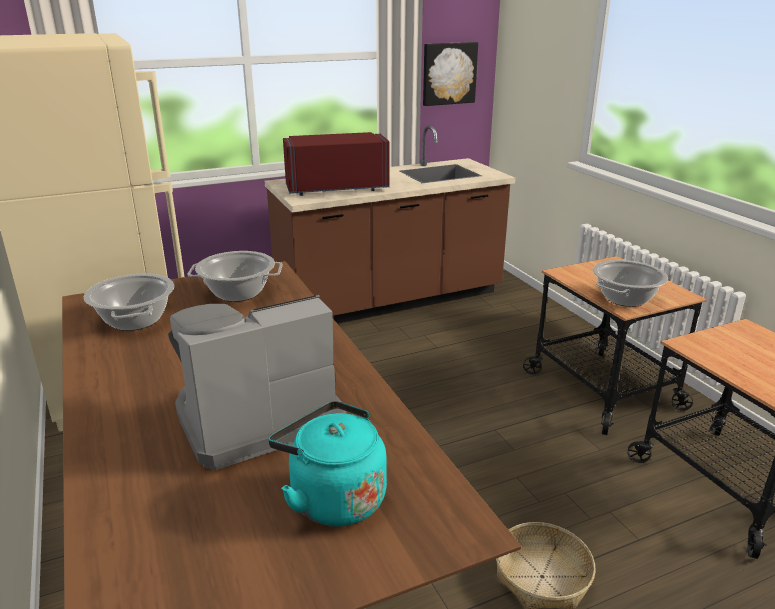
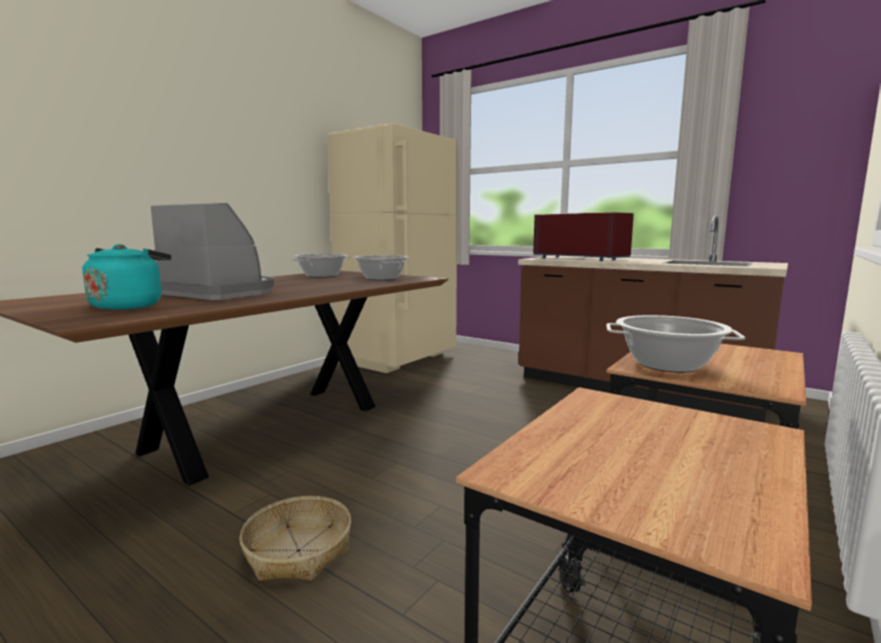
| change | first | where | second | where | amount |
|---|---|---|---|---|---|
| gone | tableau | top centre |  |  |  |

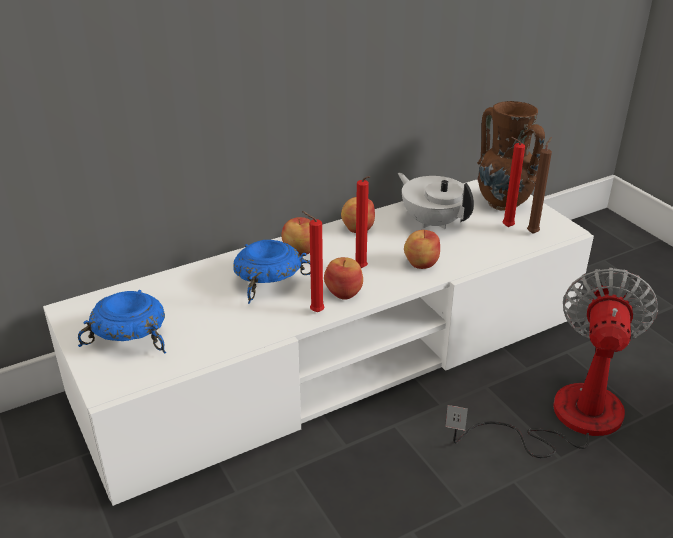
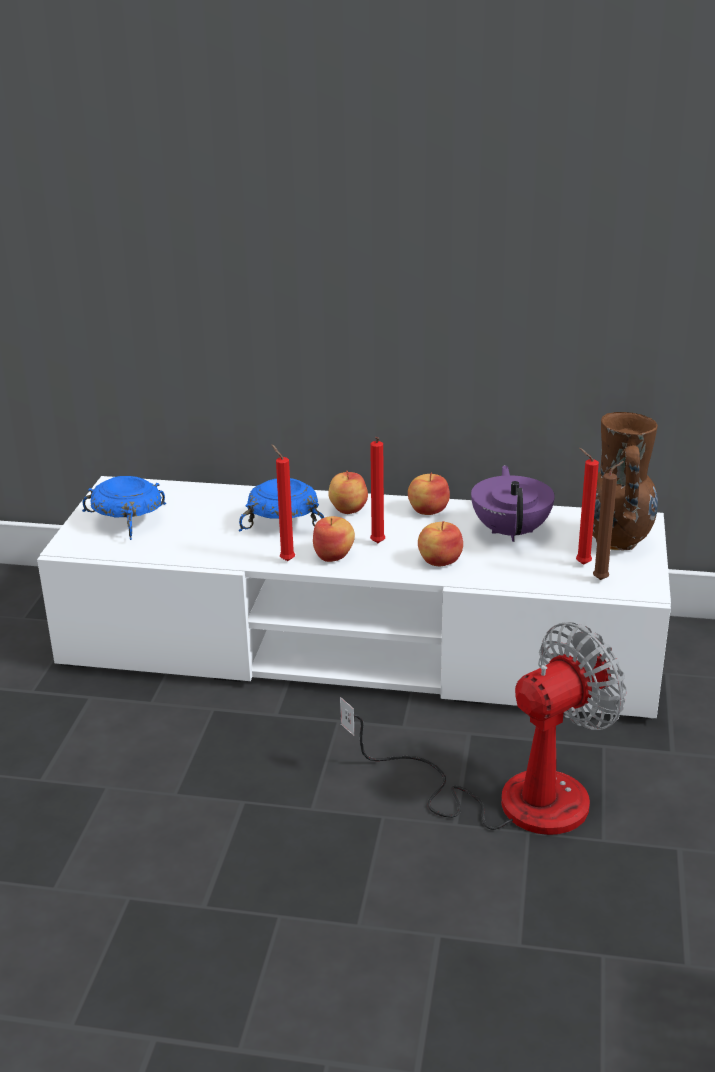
| change | first | where | second | where | amount |
|---|---|---|---|---|---|
| repainted | théière (blanc) | centre | théière (violet) | middle right |  |

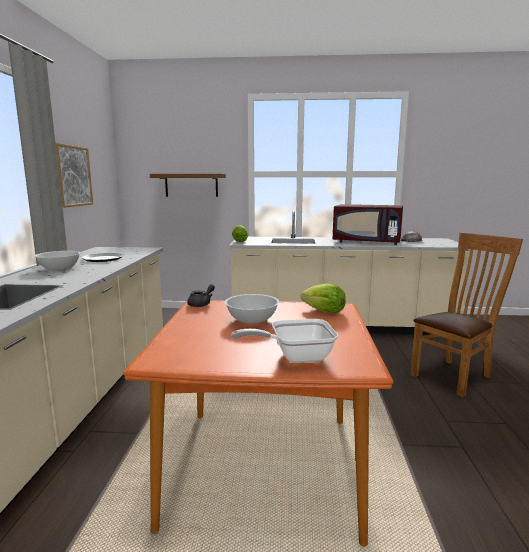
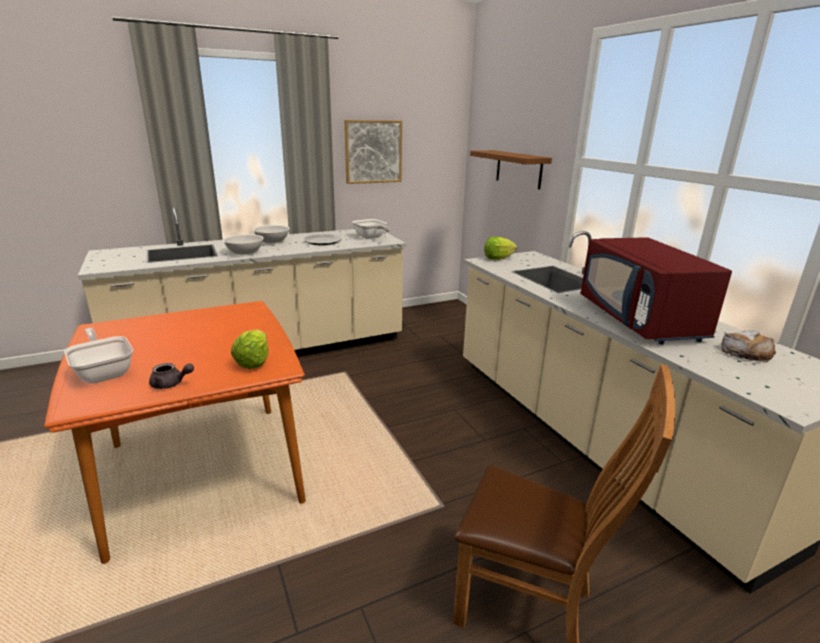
| change | first | where | second | where | amount |
|---|---|---|---|---|---|
| shifted | théière (gris) | centre |  | middle left |  |
| shifted | bol (blanc) (no. 2 from left in the first image) | centre | bol (blanc) (no. 1 from left) | middle left |  |
| new |  |  | poêle (no. 2 from left) | centre |  |

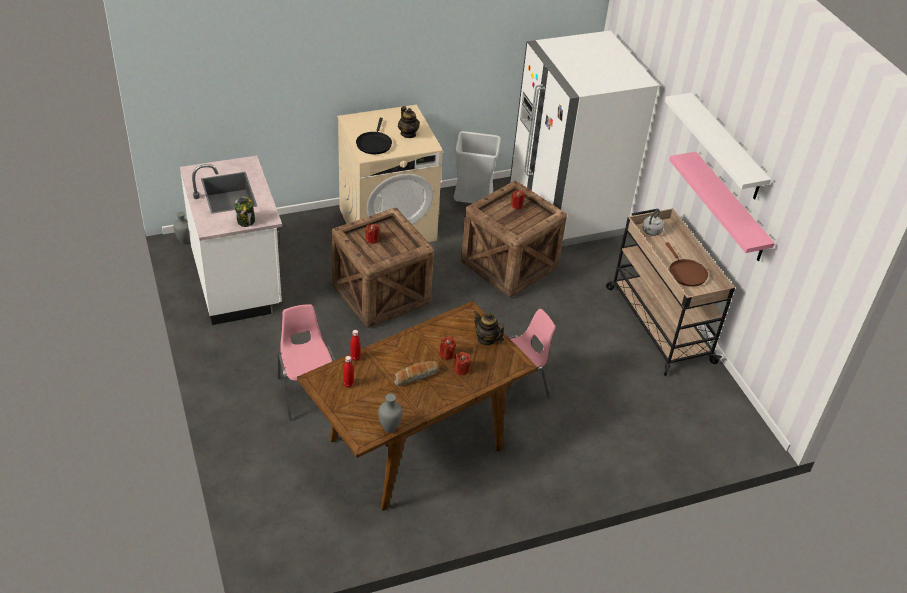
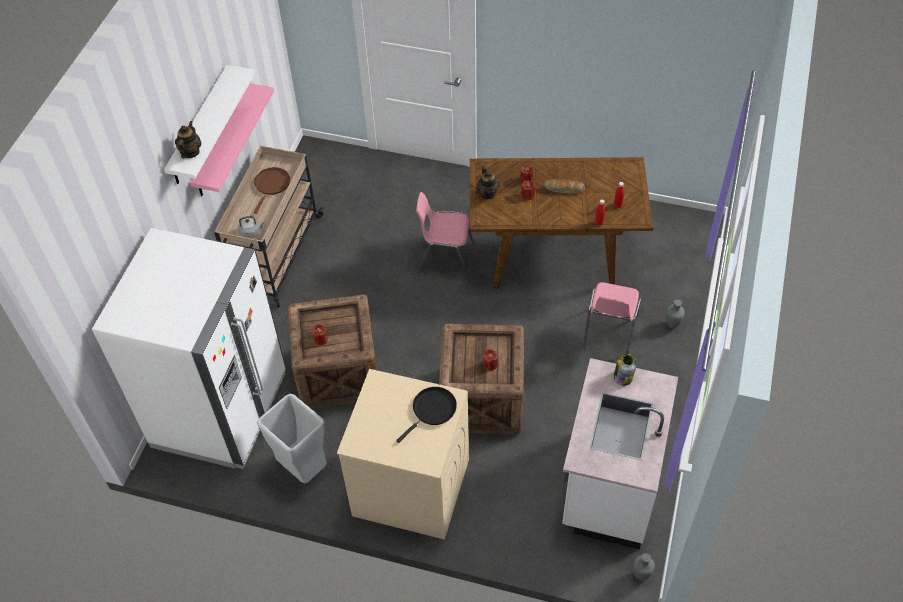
| change | first | where | second | where | amount |
|---|---|---|---|---|---|
| shifted | vase (gris) (no. 2 from left) | bottom centre |  | middle right |  |
| shifted | théière (no. 1 from left) | top centre |  | top left |  |

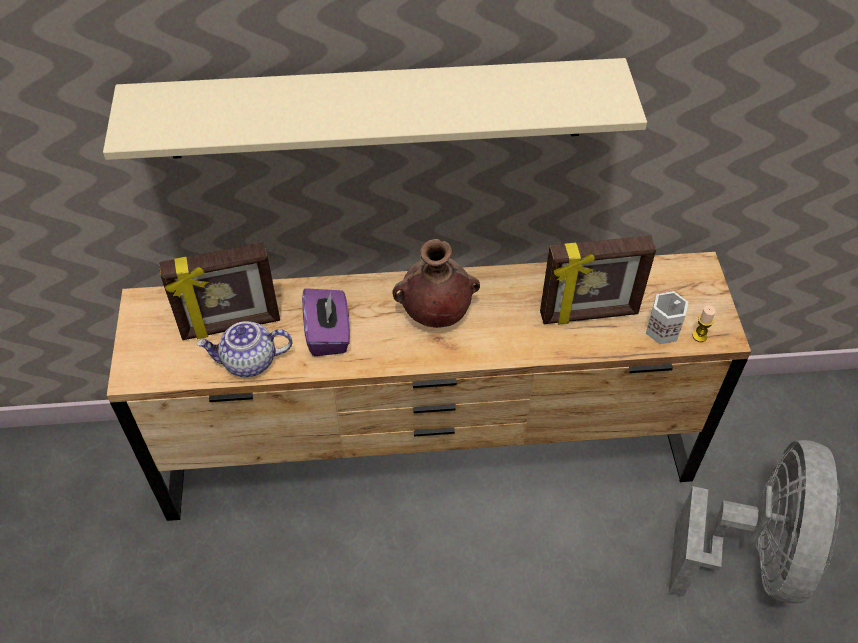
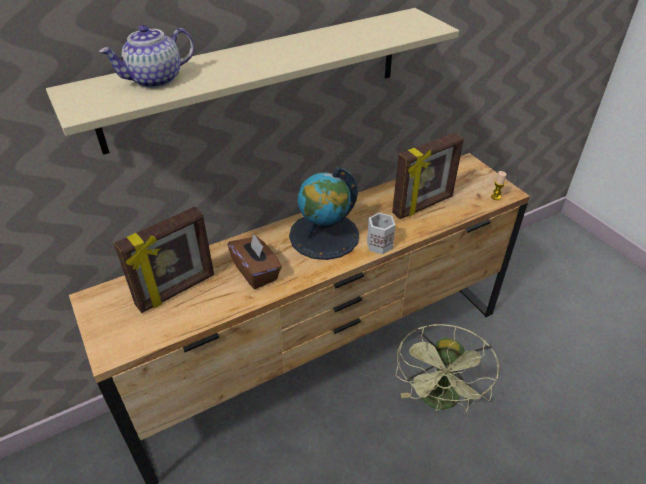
| change | first | where | second | where | amount |
|---|---|---|---|---|---|
| shifted | théière | middle left |  | top left |  |
| repainted | boîte à mouchoirs (violet) | centre | boîte à mouchoirs (marron) | centre |  |
| swapped | vase (marron) | centre | globe | centre |  |
| shifted | mug (blanc) | middle right |  | centre |  |
| gone | ventilateur (gris) | bottom right |  |  |  |
| new |  |  | ventilateur (vert) | bottom right |  |

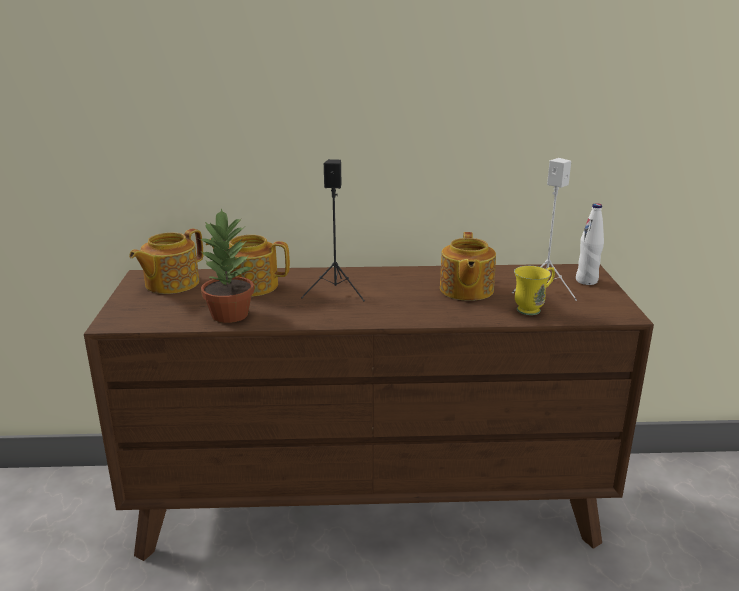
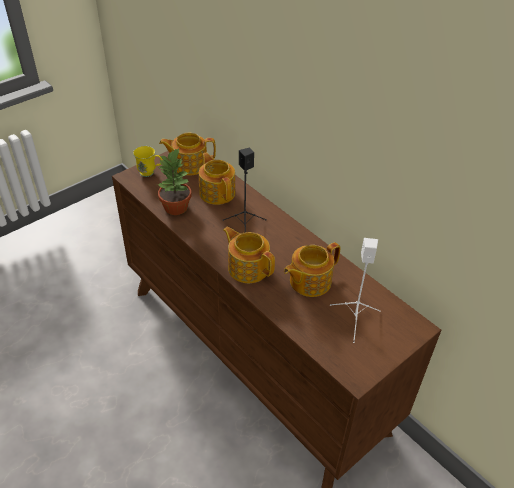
| change | first | where | second | where | amount |
|---|---|---|---|---|---|
| shifted | mug (jaune) | middle right |  | top left |  |
| gone | bouteille (blanc) | middle right |  |  |  |
| new |  |  | théière (no. 3 from left) | centre |  |

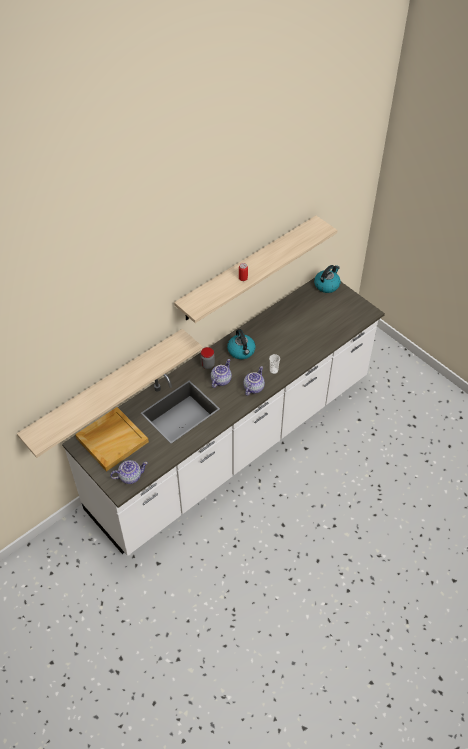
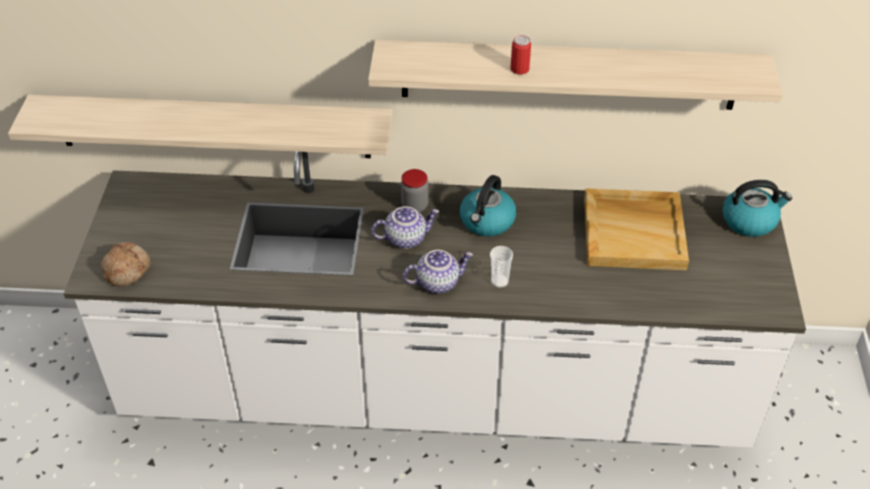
| change | first | where | second | where | amount |
|---|---|---|---|---|---|
| shifted | plateau (beige) | middle left |  | middle right |  |
| swapped | théière (no. 1 from left) | middle left | pain | middle left |  |

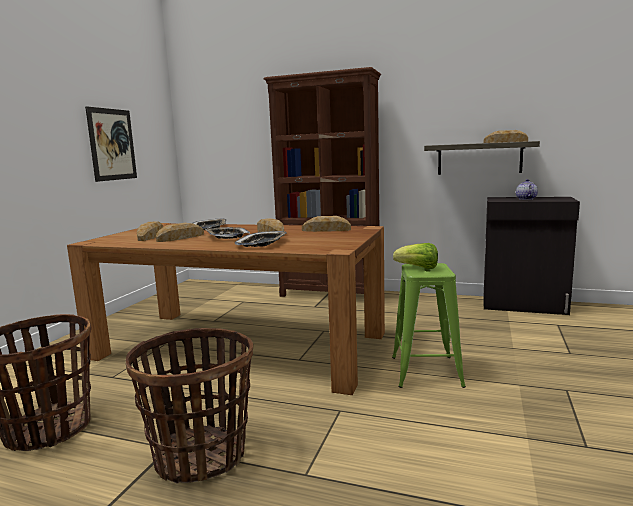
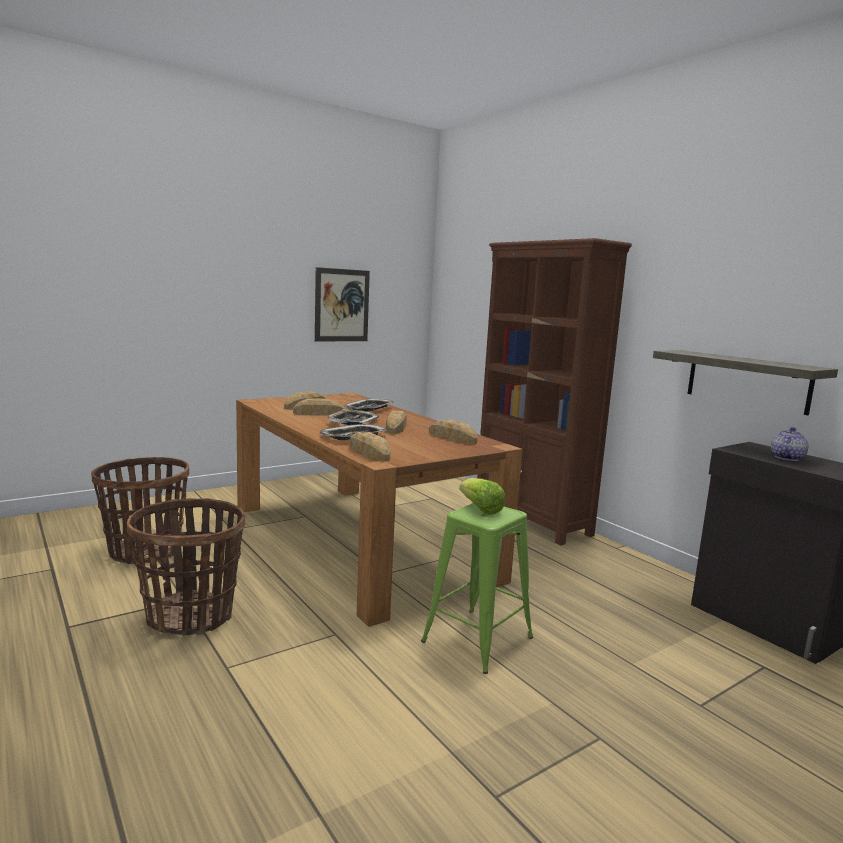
| change | first | where | second | where | amount |
|---|---|---|---|---|---|
| shifted | pain (no. 5 from left in the first image) | top right | pain (no. 3 from left) | centre |  |

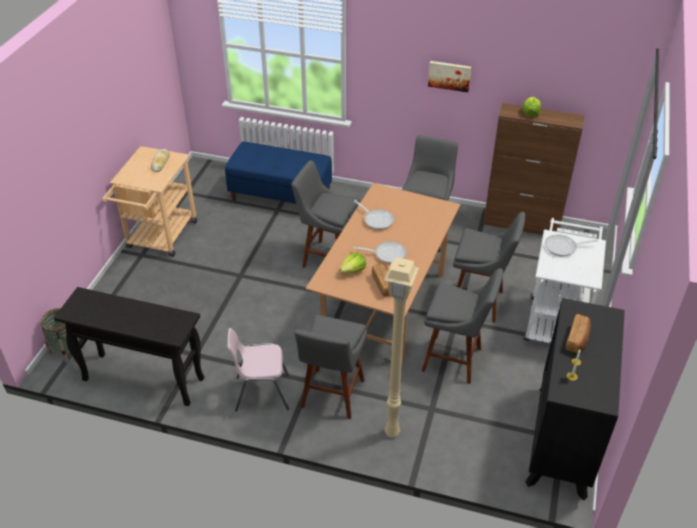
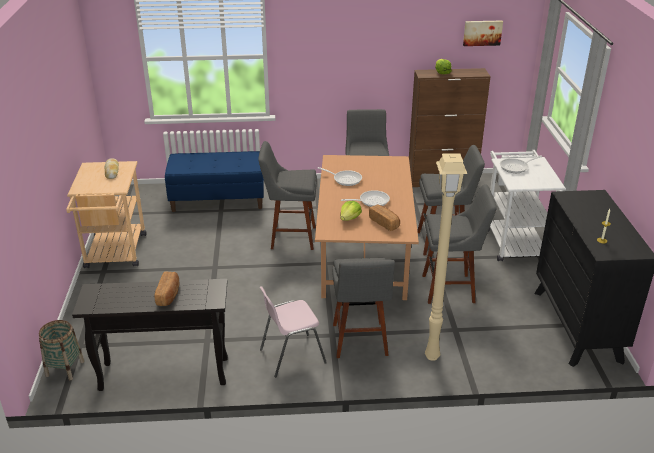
| change | first | where | second | where | amount |
|---|---|---|---|---|---|
| shifted | tableau | top centre |  | top right |  |
| shifted | pain (no. 3 from left in the first image) | middle right | pain (no. 2 from left) | middle left |  |

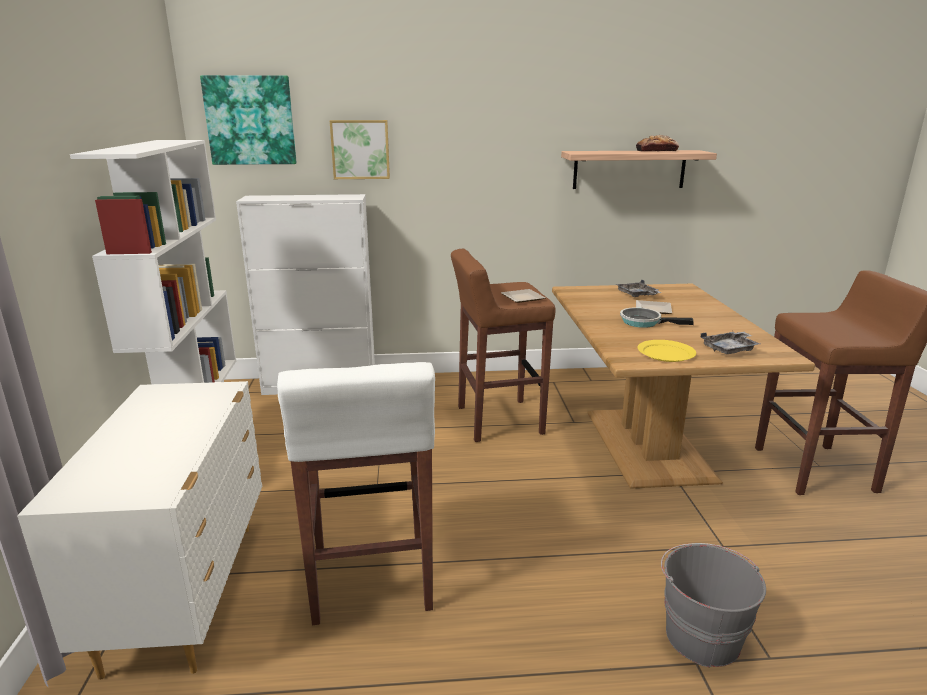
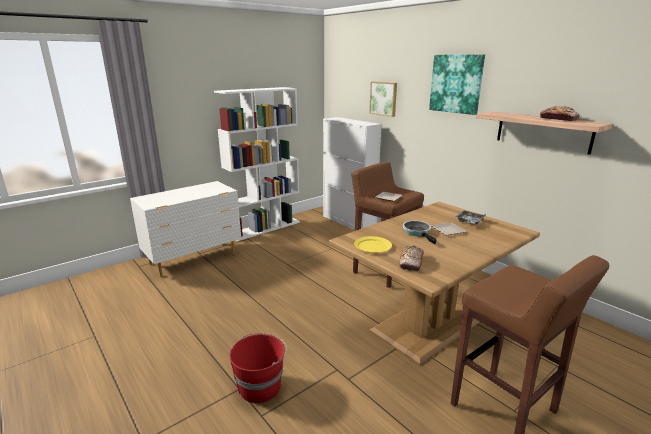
| change | first | where | second | where | amount |
|---|---|---|---|---|---|
| shifted | tableau (no. 1 from left in the first image) | top left | tableau (no. 2 from left) | top right |  |
| gone | tabouret (blanc) | bottom centre |  |  |  |
| repainted | seau (gris) | bottom right | seau (rouge) | bottom centre |  |
| swapped | plateau (gris) (no. 2 from left) | middle right | pain (no. 1 from left) | centre |  |

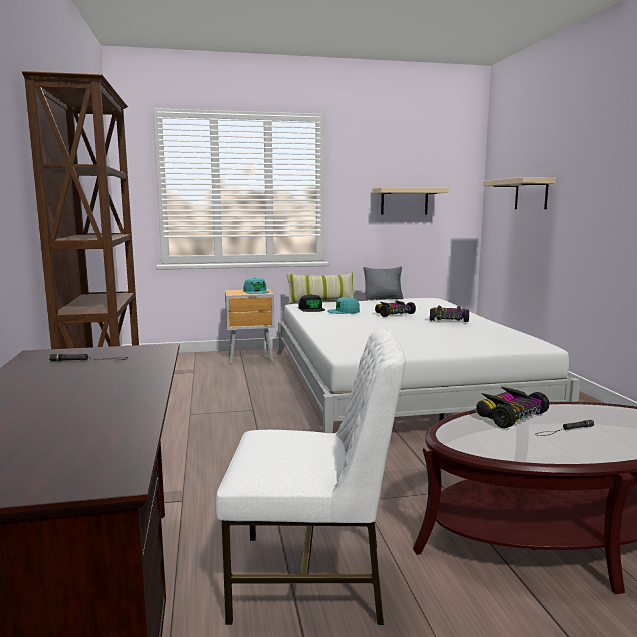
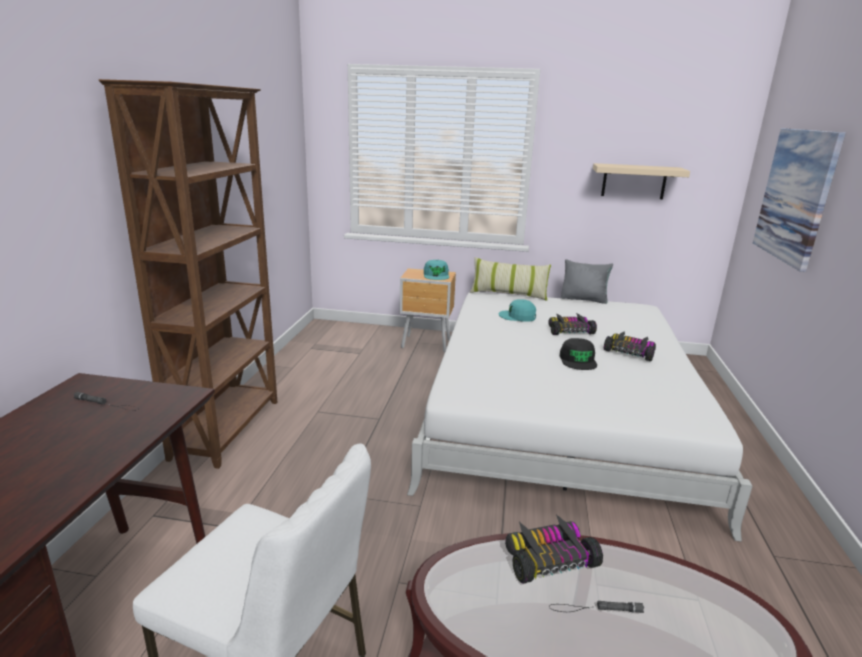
| change | first | where | second | where | amount |
|---|---|---|---|---|---|
| shifted | casquette (noir) | centre |  | middle right |  |
| swapped | étagère (beige) (no. 2 from left) | top right | tableau | top right |  |

